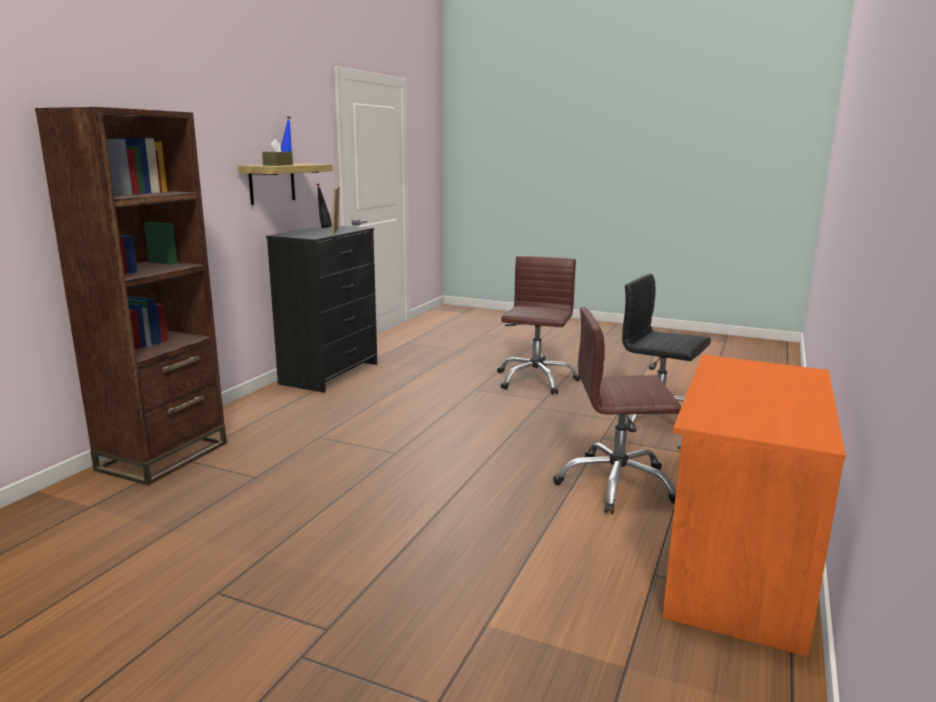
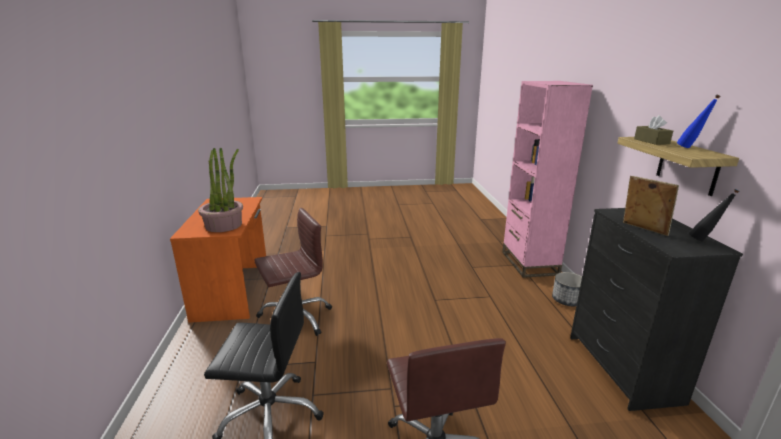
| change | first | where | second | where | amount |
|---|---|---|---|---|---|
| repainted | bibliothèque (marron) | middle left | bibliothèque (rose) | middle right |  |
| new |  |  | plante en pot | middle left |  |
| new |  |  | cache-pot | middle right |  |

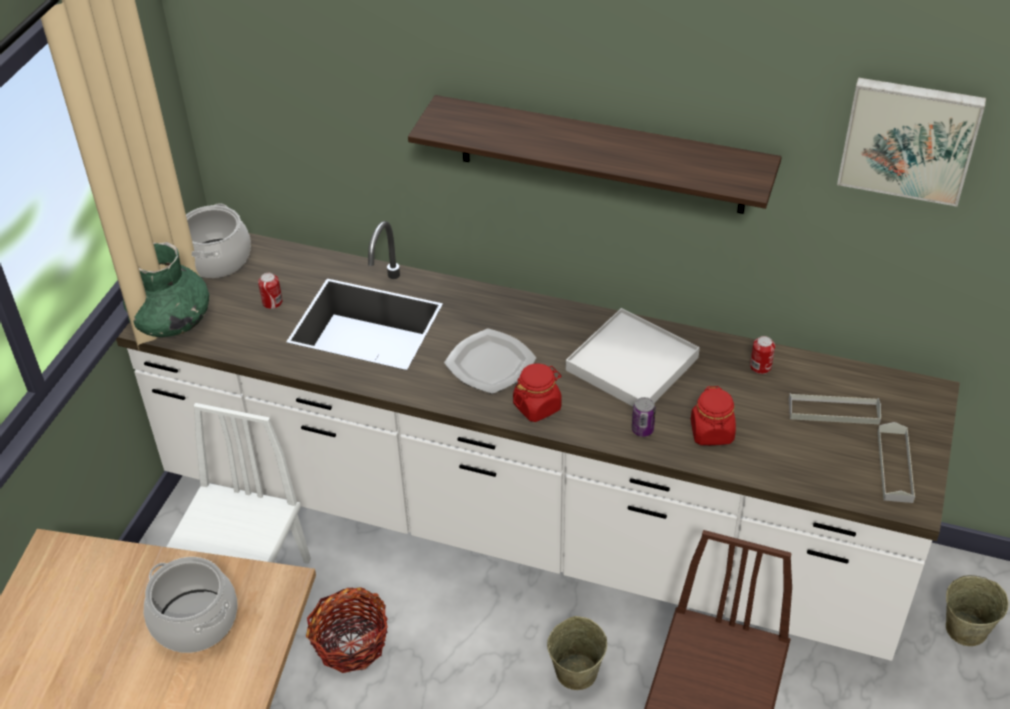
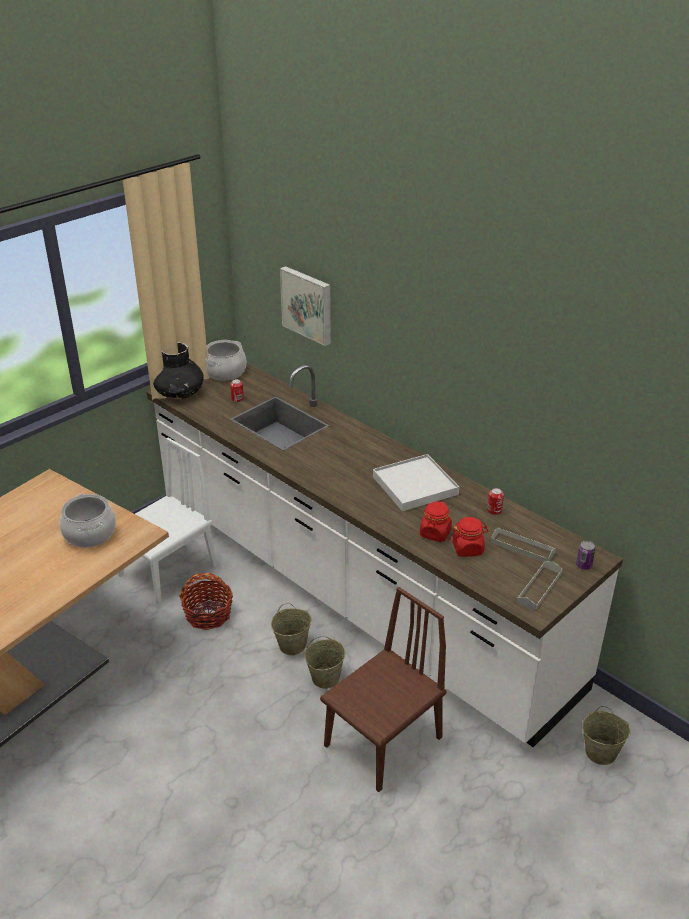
| change | first | where | second | where | amount |
|---|---|---|---|---|---|
| repainted | vase (vert) | middle left | vase (noir) | middle left |  |
| gone | étagère | top centre |  |  |  |
| gone | assiette | centre |  |  |  |
| shifted | bocal (rouge) (no. 1 from left in the first image) | centre | bocal (rouge) (no. 2 from left) | middle right |  |
| shifted | boîte métallique (no. 2 from left in the first image) | centre | boîte métallique (no. 3 from left) | middle right |  |
| shifted | tableau | top right |  | top centre |  |
| new |  |  | seau (beige) (no. 1 from left) | bottom centre |  |

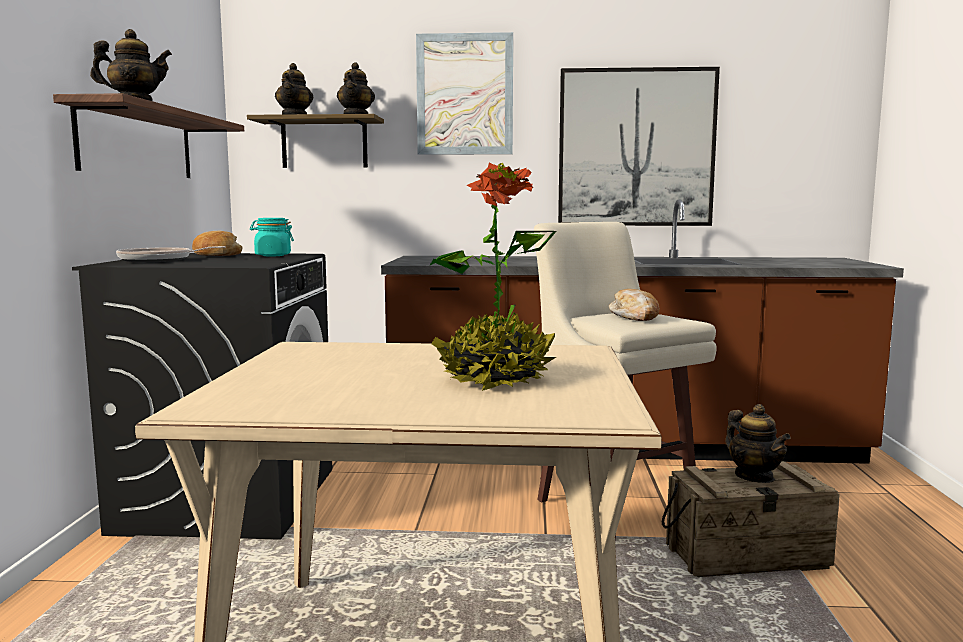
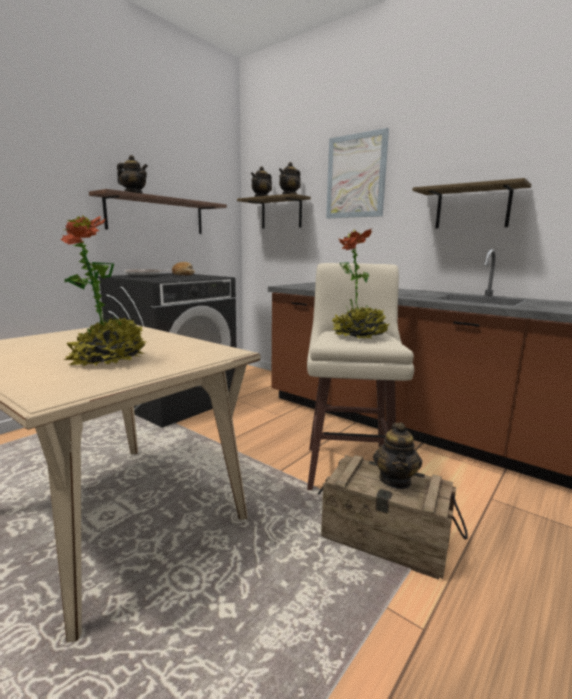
| change | first | where | second | where | amount |
|---|---|---|---|---|---|
| gone | bocal (turquoise) | middle left |  |  |  |
| swapped | tableau (no. 2 from left) | top centre | étagère (no. 3 from left) | top right |  |
| swapped | pain (no. 2 from left) | centre | plante en pot (no. 2 from left) | centre |  |

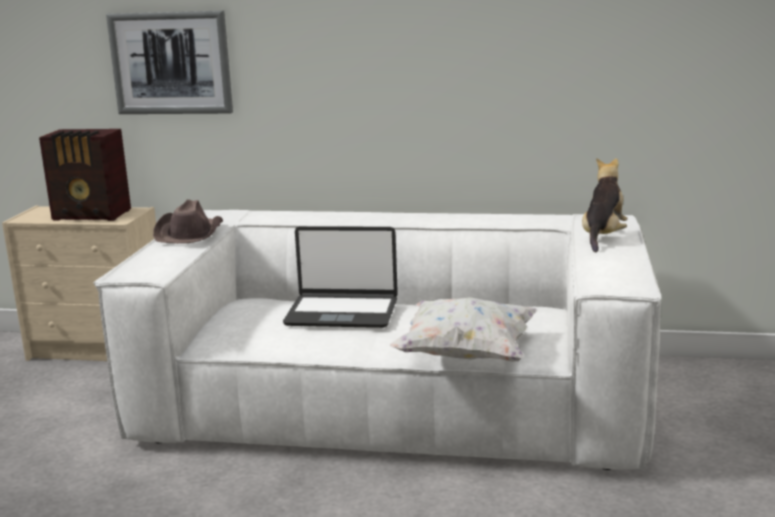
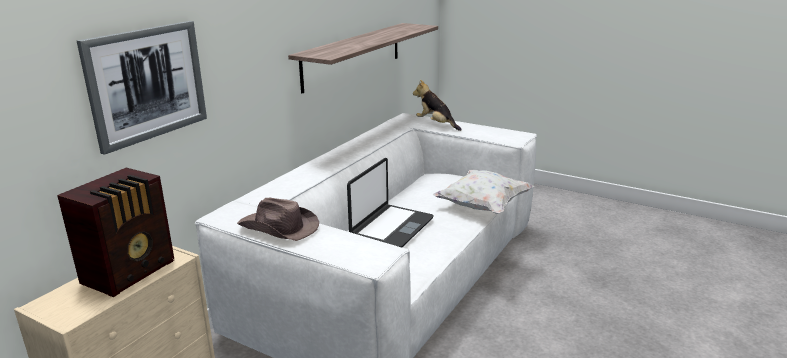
| change | first | where | second | where | amount |
|---|---|---|---|---|---|
| new |  |  | étagère | top centre |  |

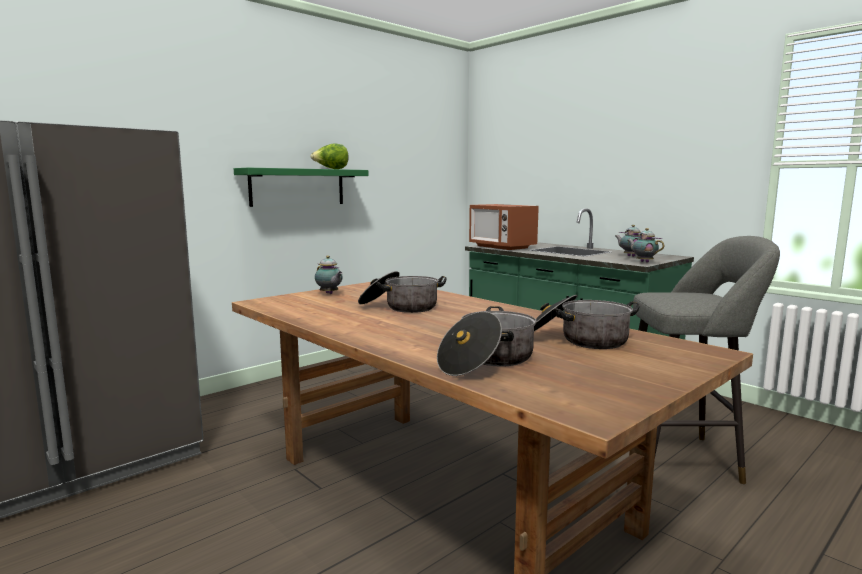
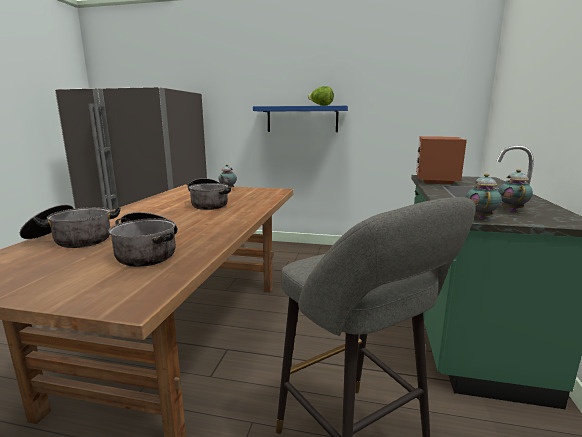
| change | first | where | second | where | amount |
|---|---|---|---|---|---|
| repainted | étagère (vert) | top centre | étagère (bleu) | top centre |  |

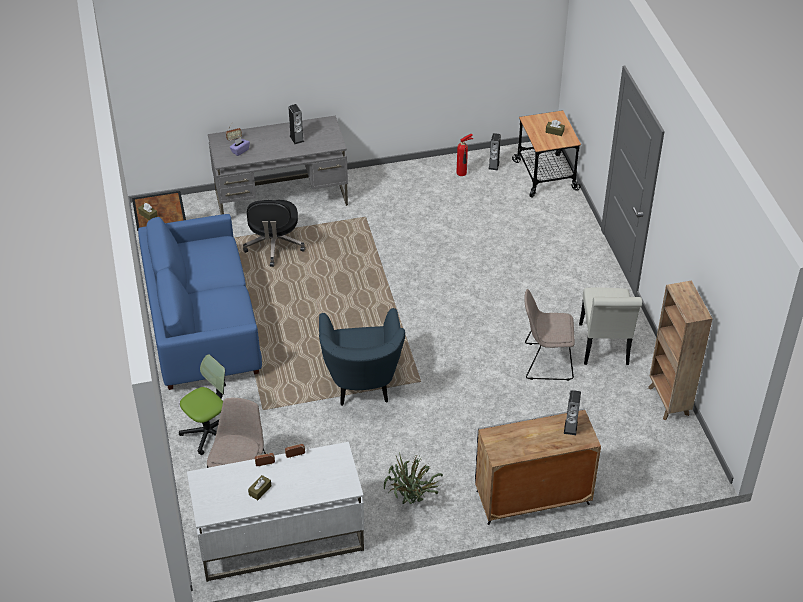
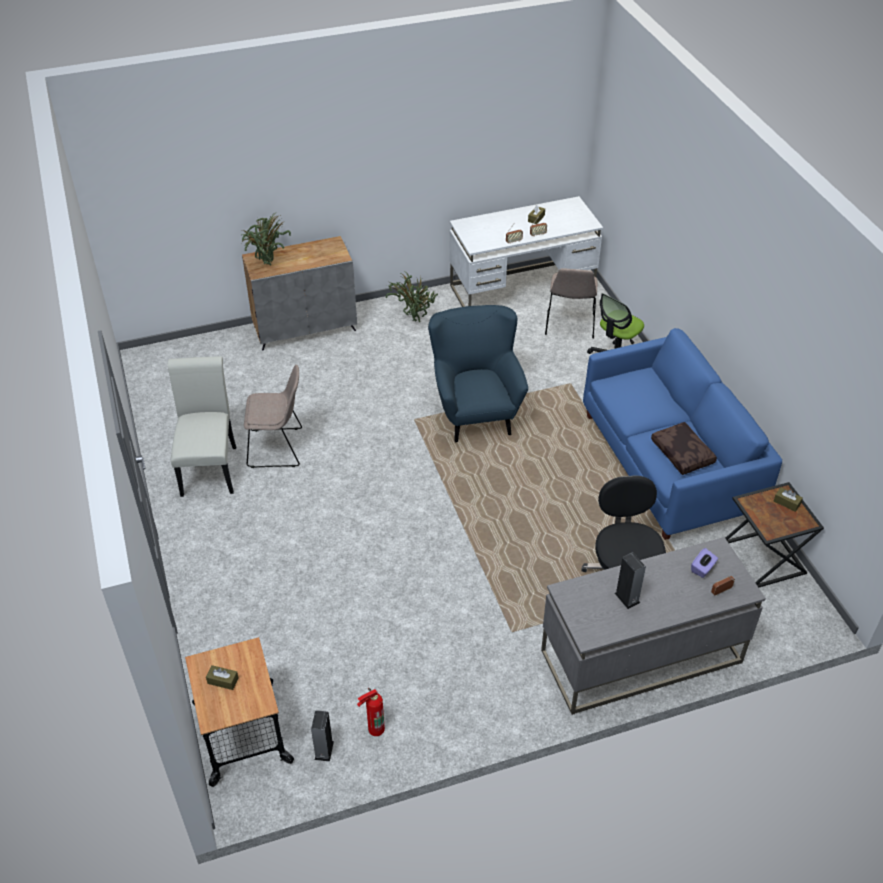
| change | first | where | second | where | amount |
|---|---|---|---|---|---|
| swapped | enceinte (no. 3 from left) | bottom right | plante en pot (no. 1 from left) | top left |  |
| gone | bibliothèque (marron) | middle right |  |  |  |
| new |  |  | coussin (marron) | middle right |  |

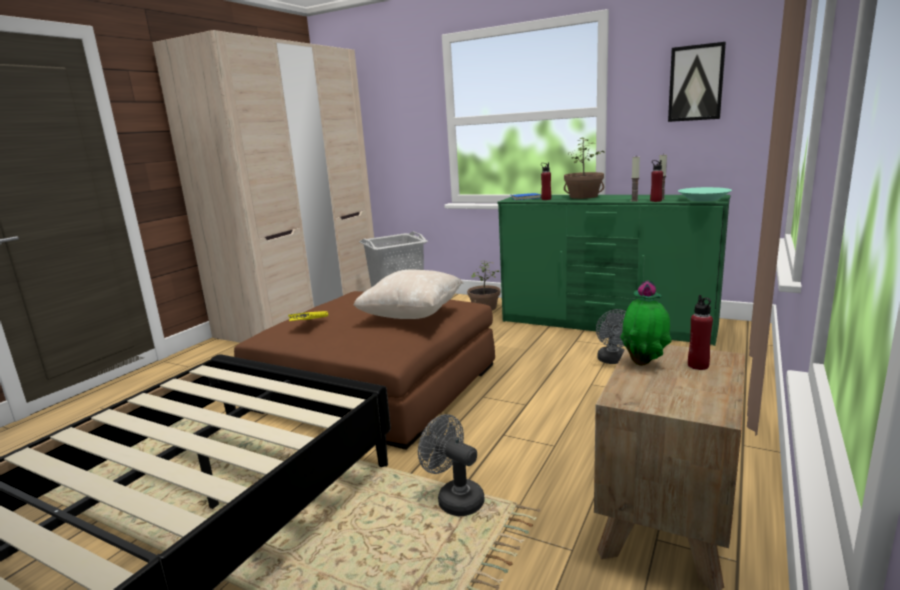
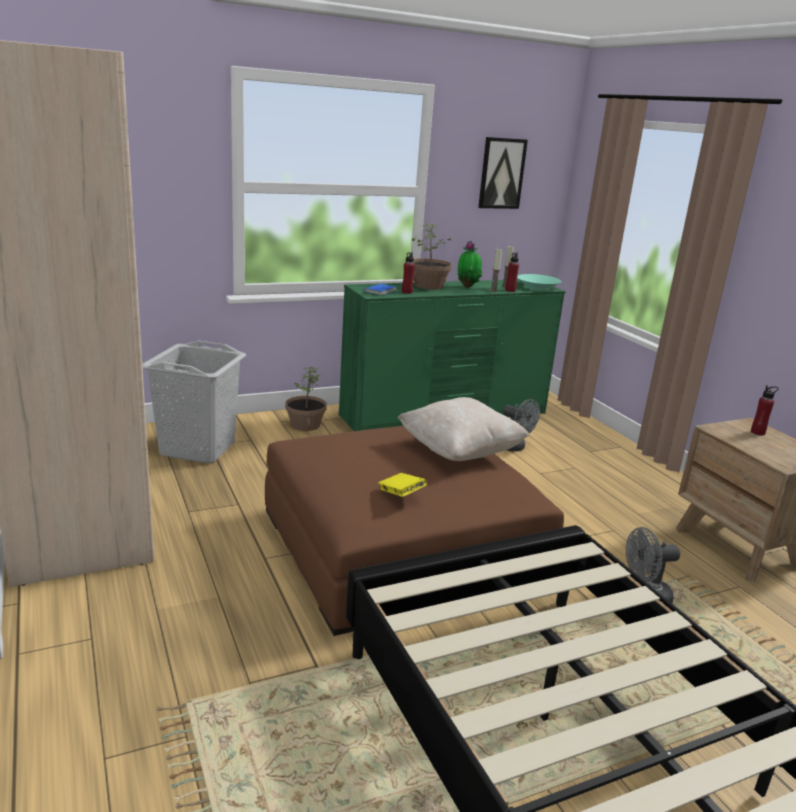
| change | first | where | second | where | amount |
|---|---|---|---|---|---|
| shifted | plante en pot (no. 3 from left) | middle right |  | top centre |  |

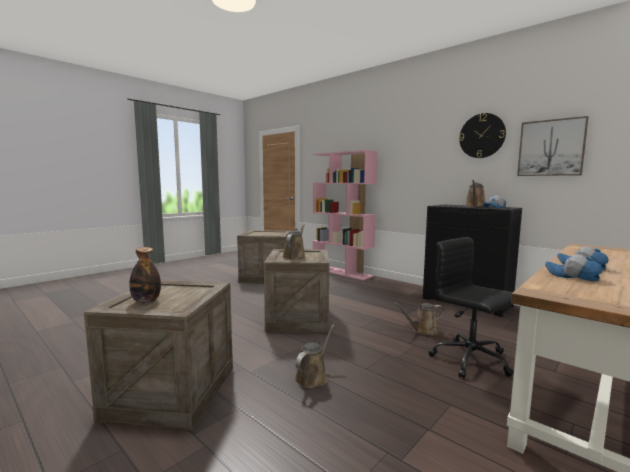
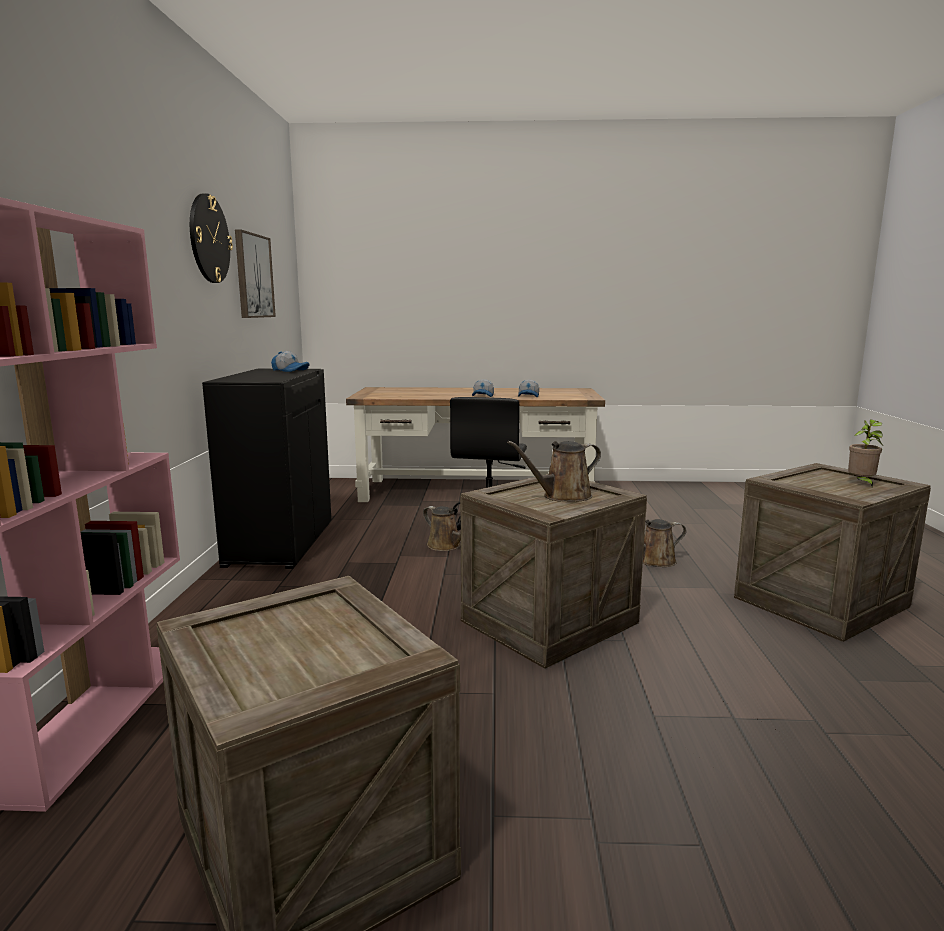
| change | first | where | second | where | amount |
|---|---|---|---|---|---|
| swapped | bouteille | middle left | plante en pot | middle right |  |
| gone | arrosoir (marron) (no. 4 from left) | middle right |  |  |  |

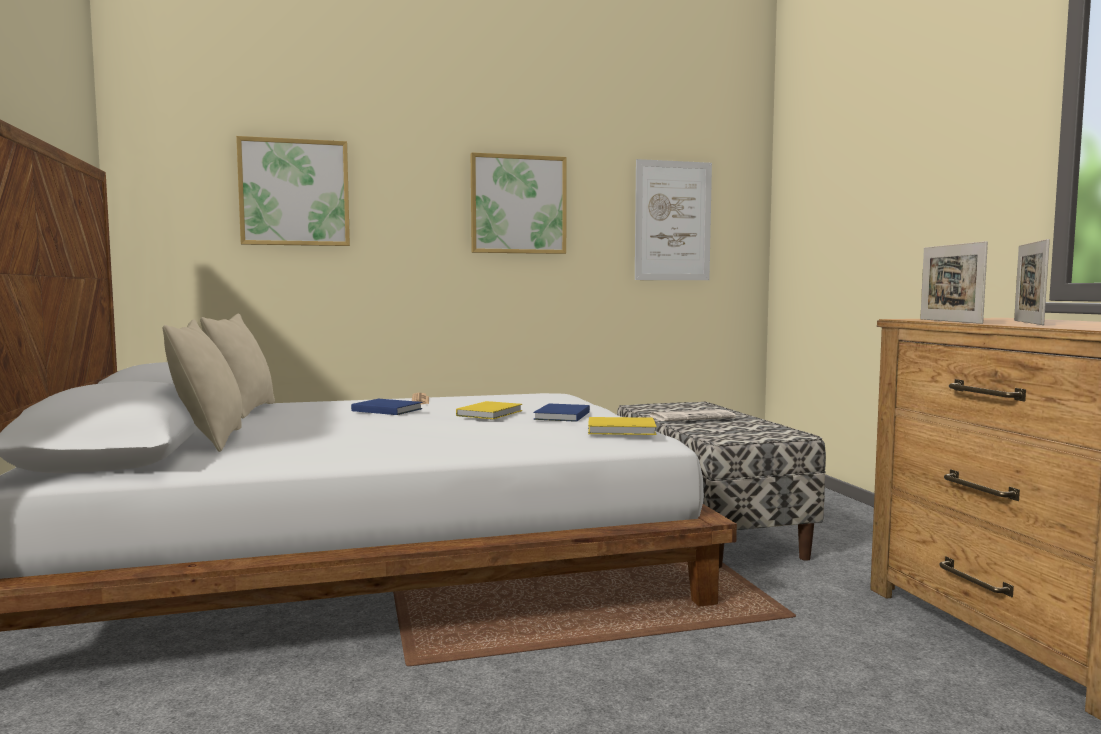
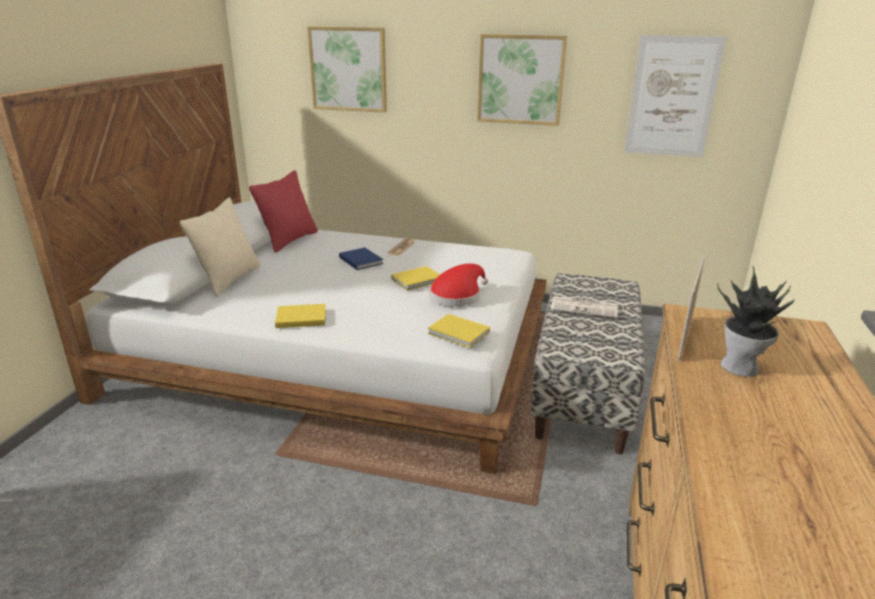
| change | first | where | second | where | amount |
|---|---|---|---|---|---|
| repainted | coussin (beige) (no. 2 from left) | middle left | coussin (rouge) | middle left |  |
| swapped | livre (bleu) (no. 2 from left) | centre | chapeau (rouge) | centre |  |
| swapped | cadre photo (no. 2 from left) | middle right | plante en pot | middle right |  |
| new |  |  | livre (jaune) (no. 1 from left) | centre |  |

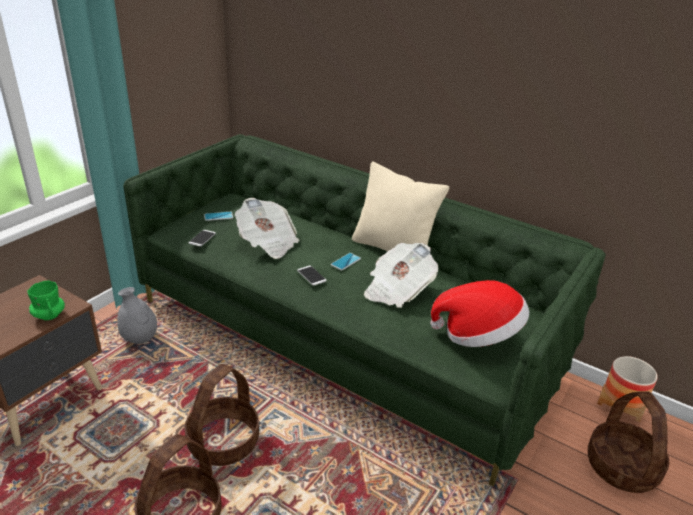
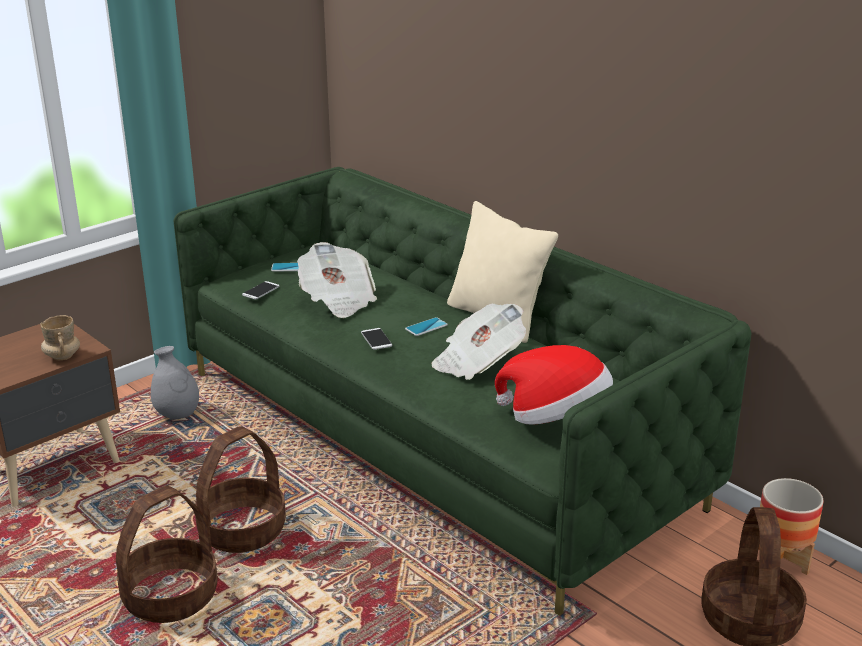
| change | first | where | second | where | amount |
|---|---|---|---|---|---|
| repainted | mug (vert) | middle left | mug (beige) | middle left |  |

